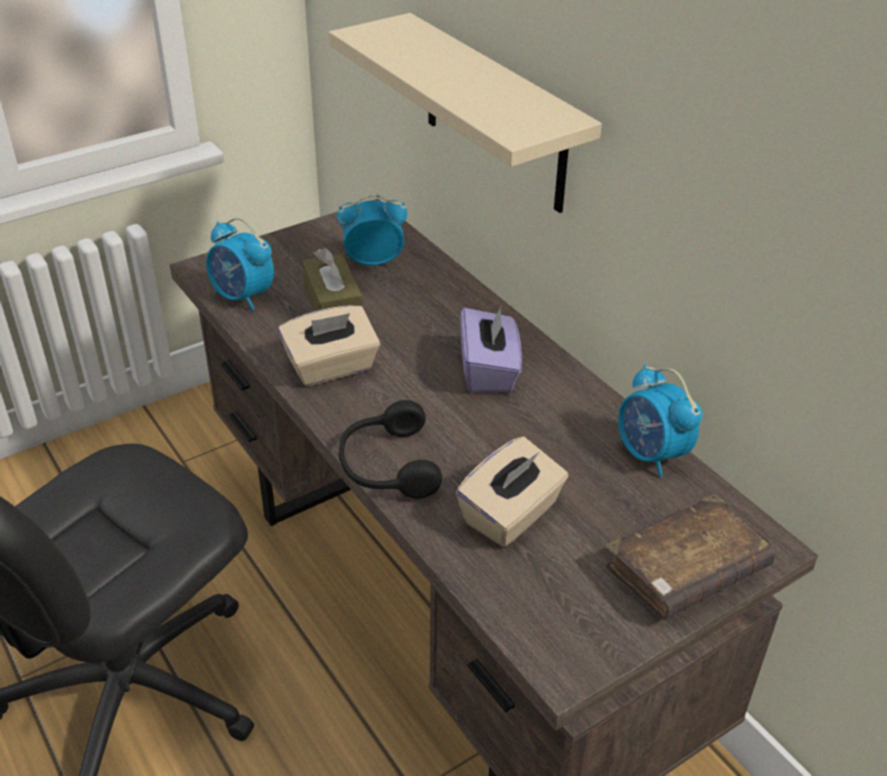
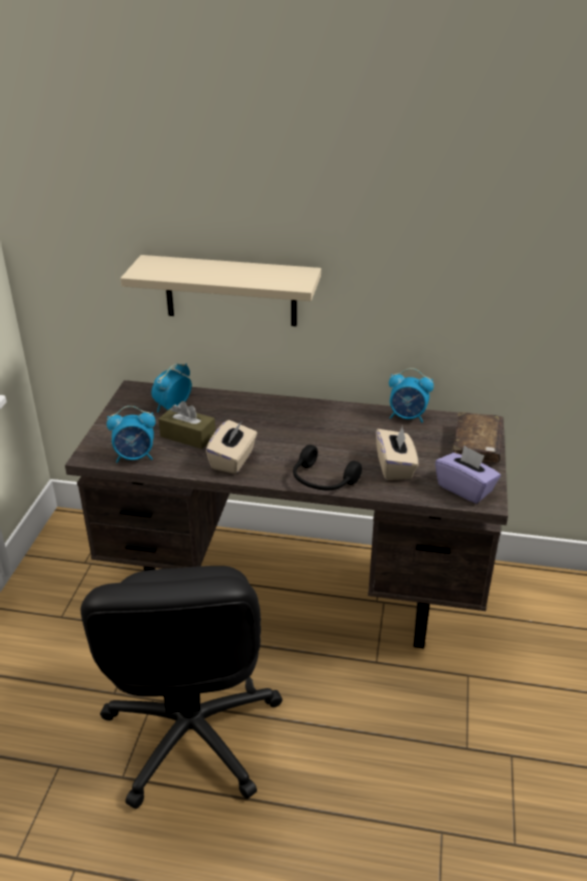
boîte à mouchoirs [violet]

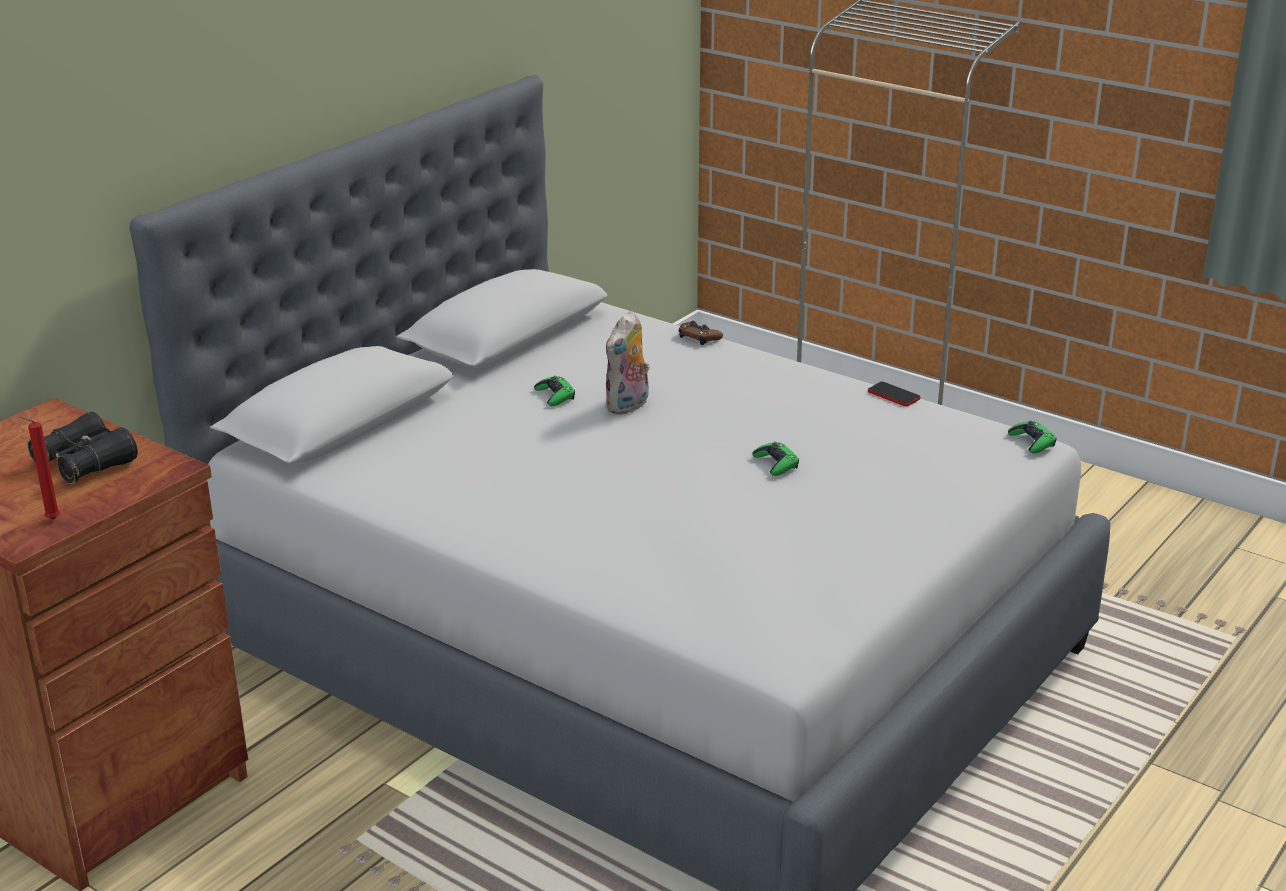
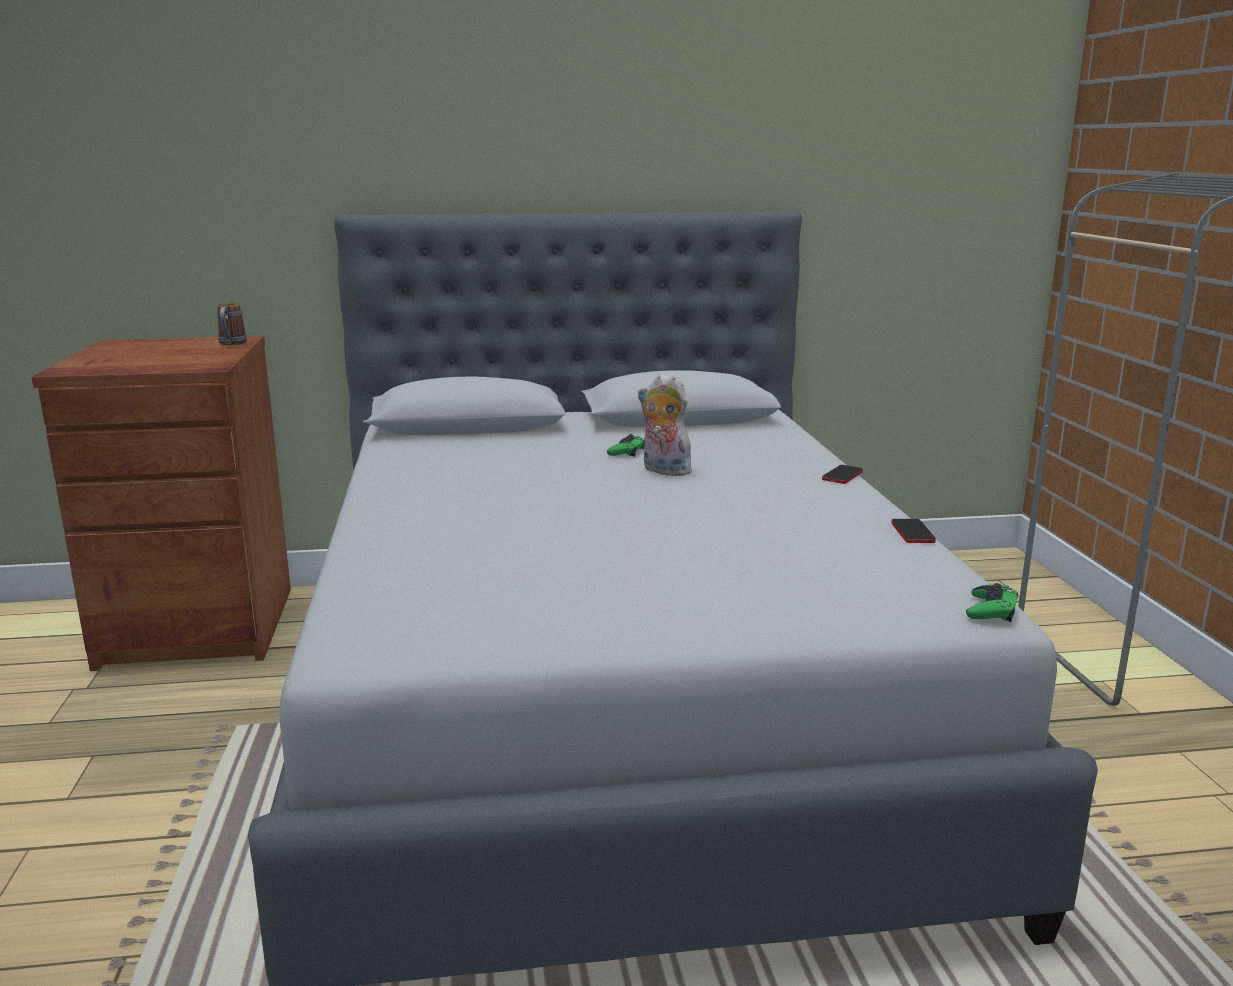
peluche; manette [marron]; jumelles [noir]; bougie [rouge]; manette [vert] (no. 2 from left in the first image); mug; téléphone (no. 1 from left)

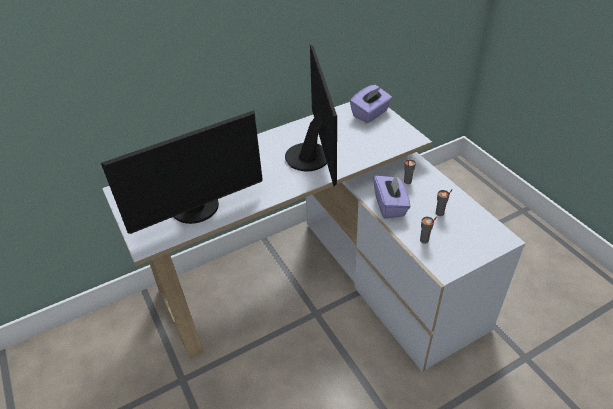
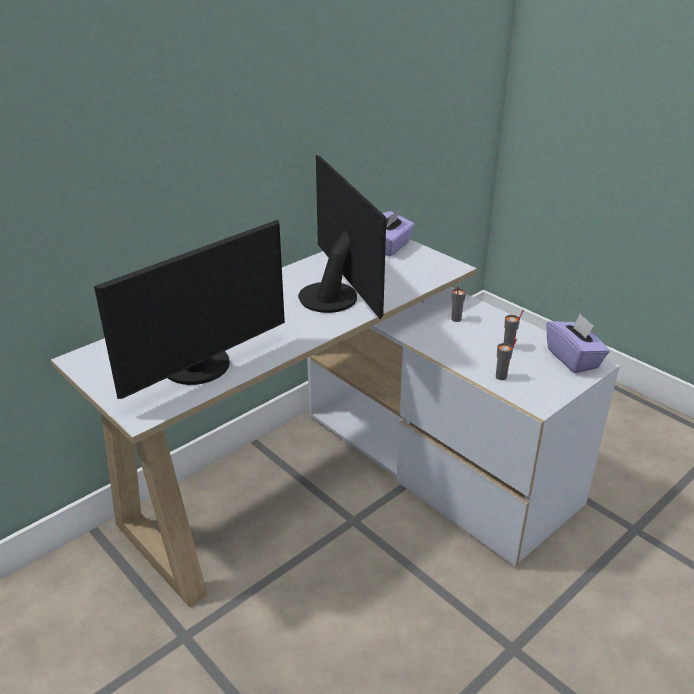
boîte à mouchoirs [violet] (no. 2 from left)

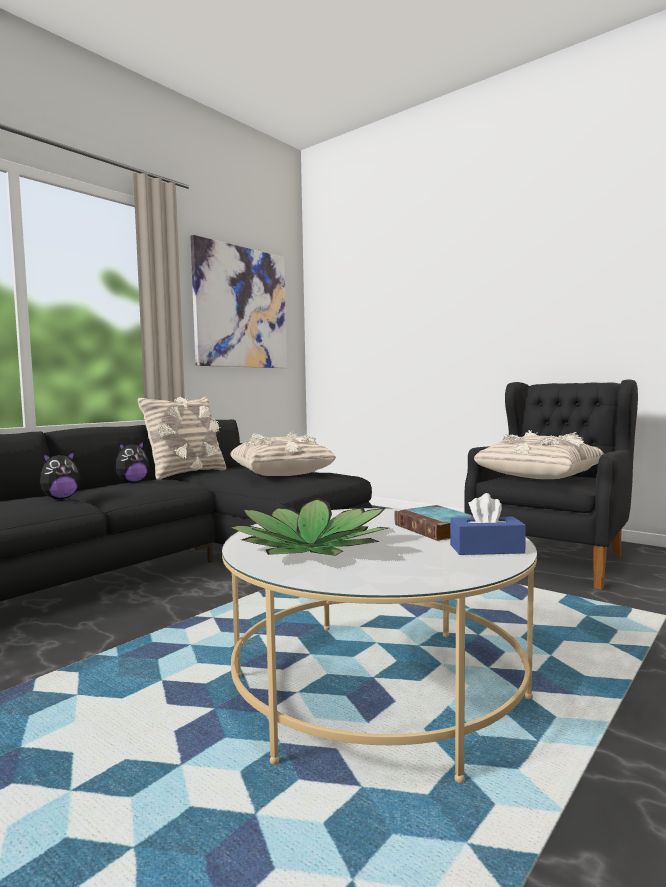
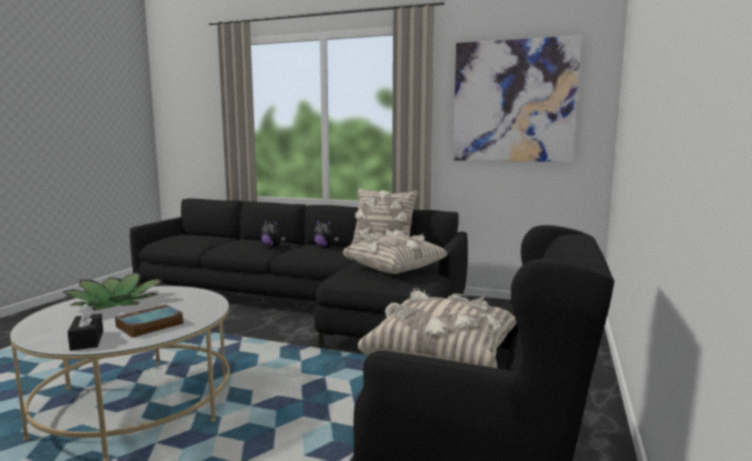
boîte à mouchoirs [noir]

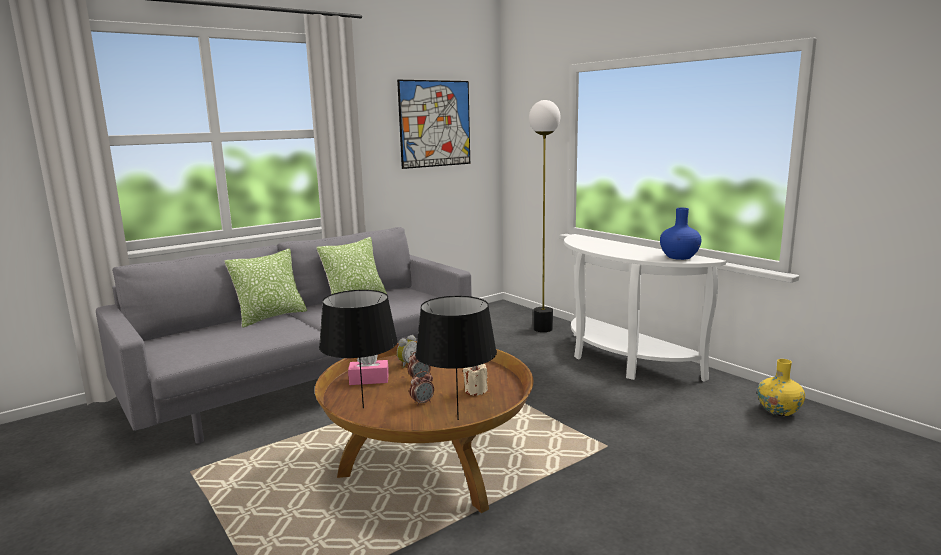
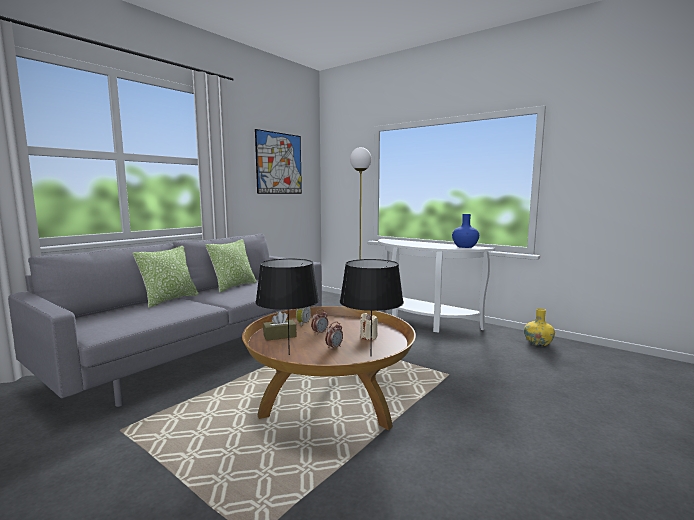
boîte à mouchoirs [marron]

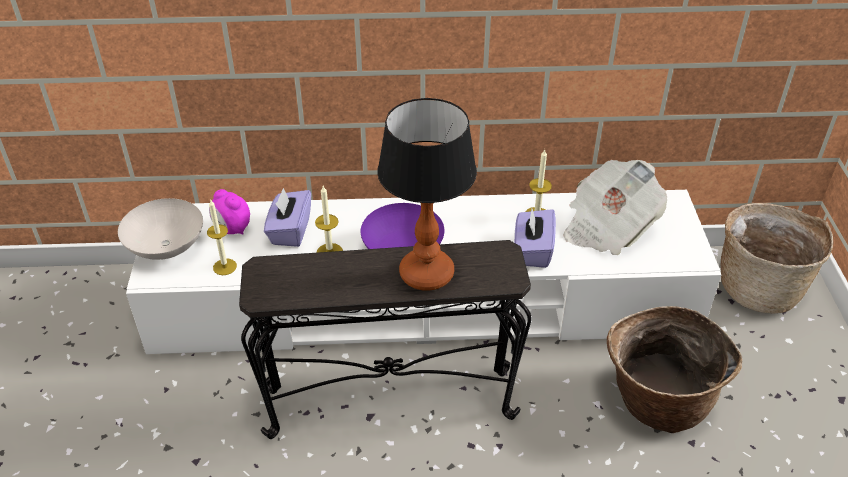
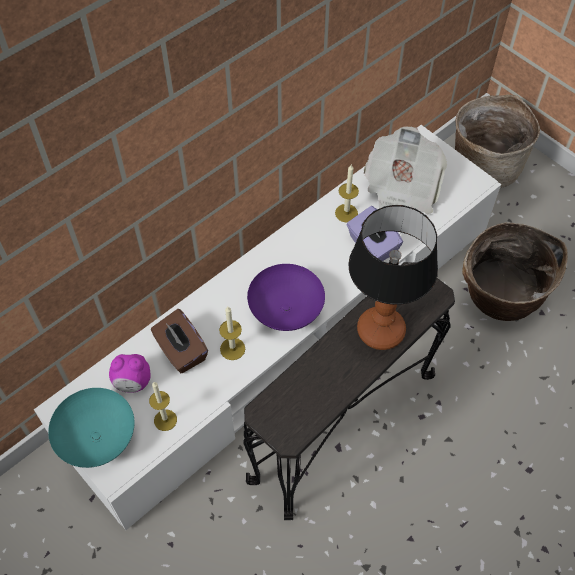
boîte à mouchoirs [marron]; bol [turquoise]

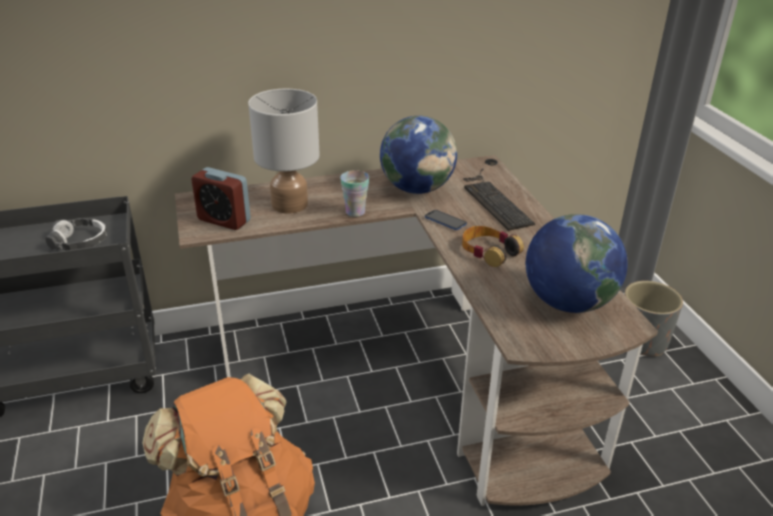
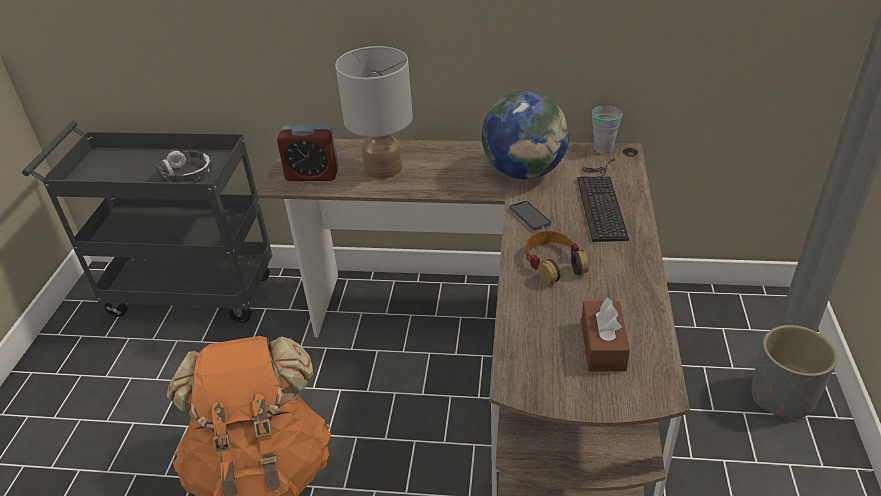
réveil; tasse; boîte à mouchoirs [marron]

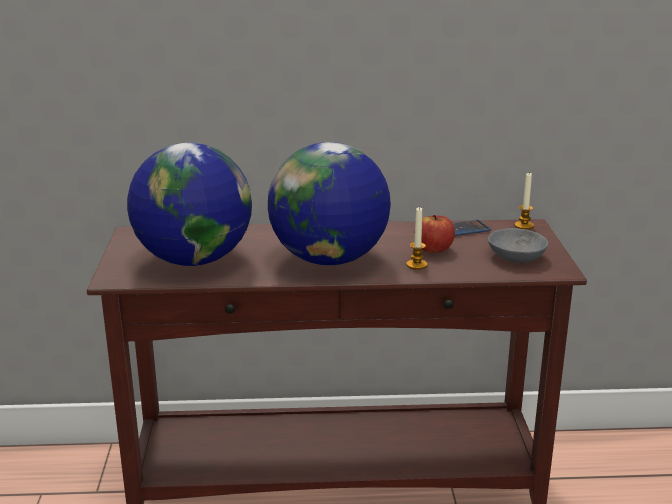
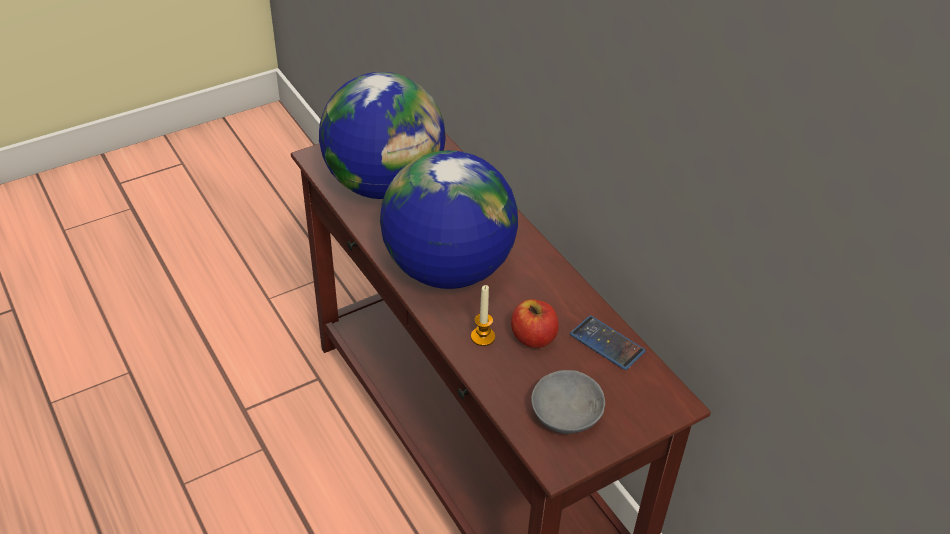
bougie (no. 2 from left in the first image)

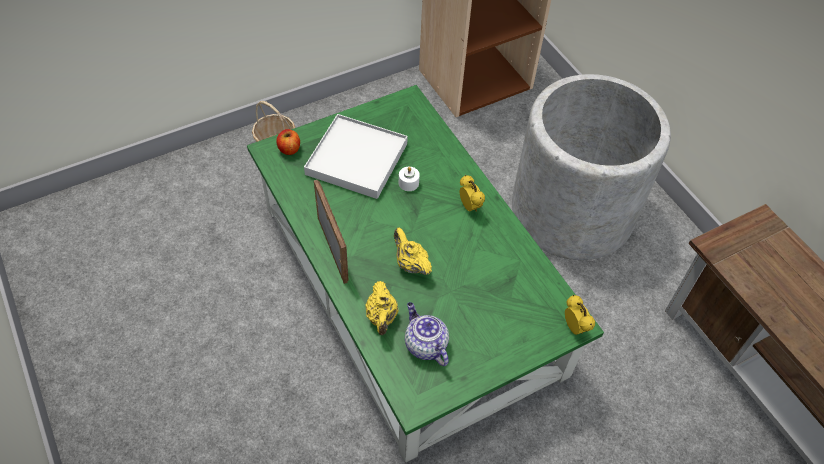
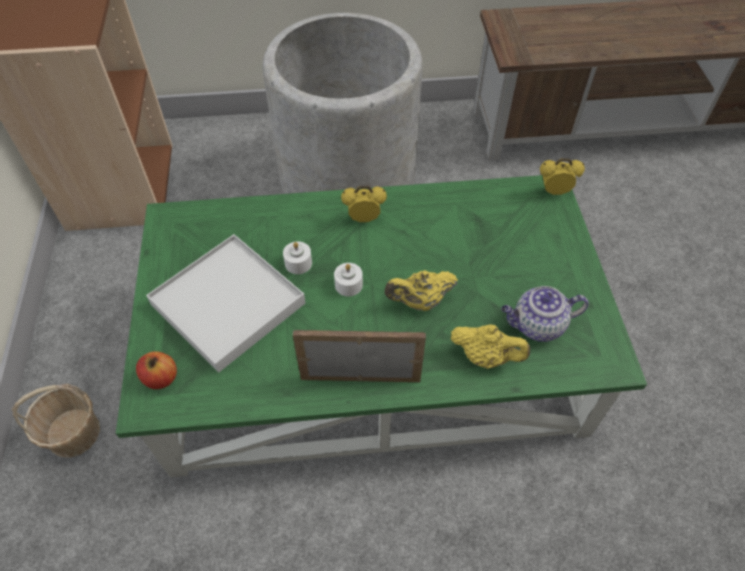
bougie [blanc] (no. 2 from left)

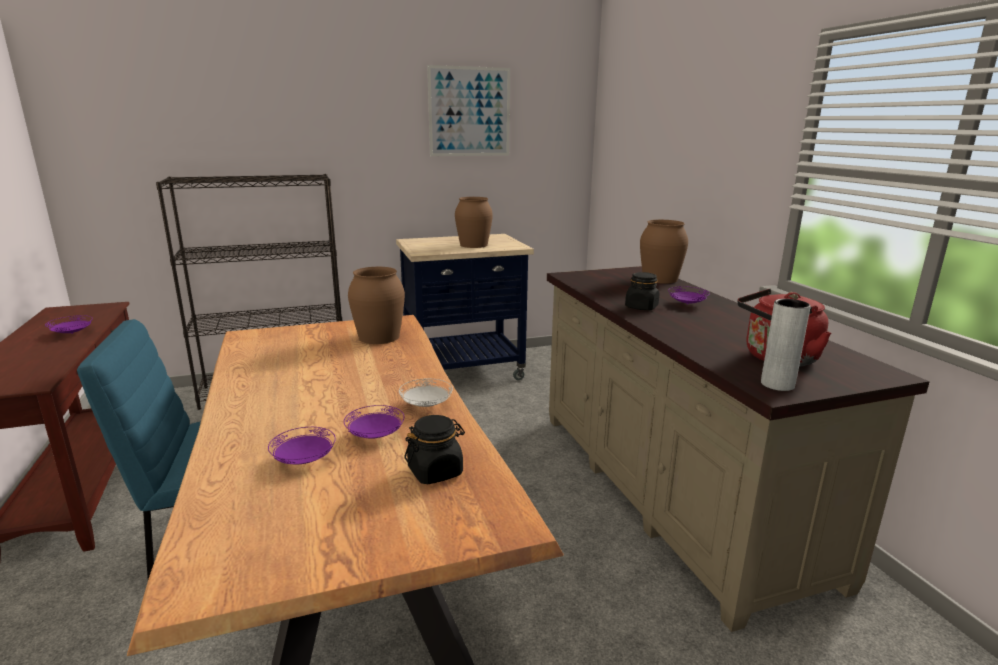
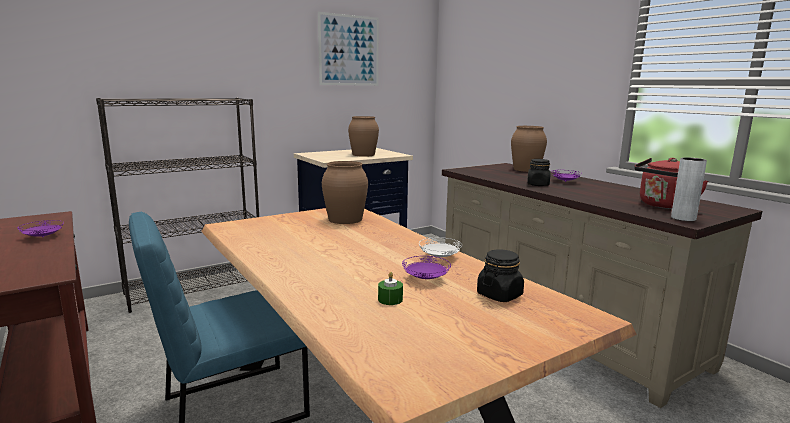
bougie [vert]

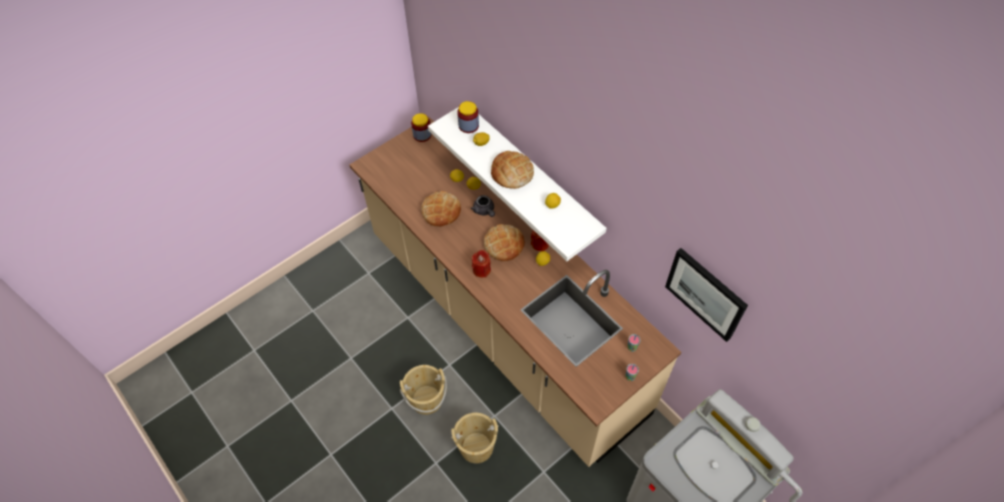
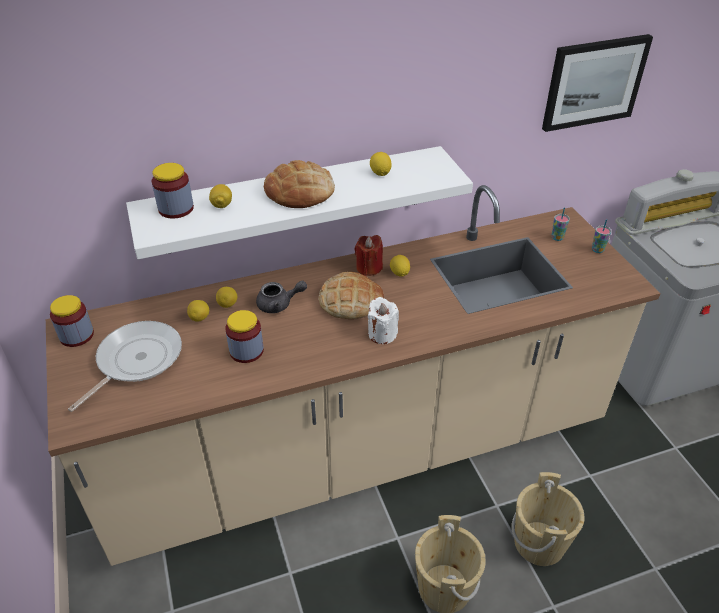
bocal (no. 3 from left); bougie [blanc]; poêle

